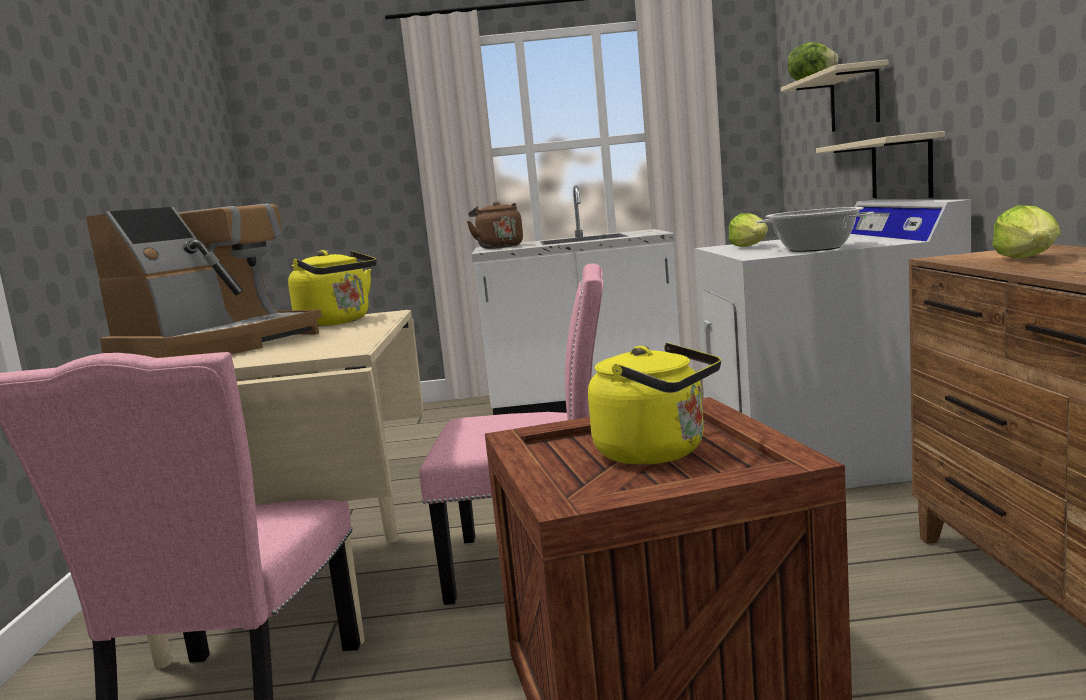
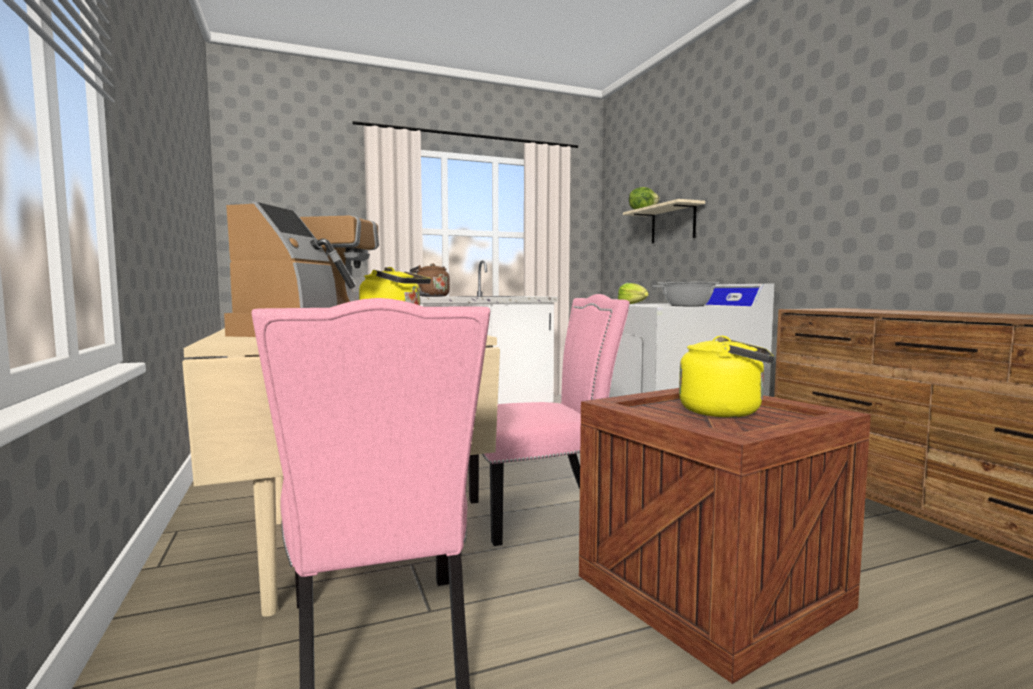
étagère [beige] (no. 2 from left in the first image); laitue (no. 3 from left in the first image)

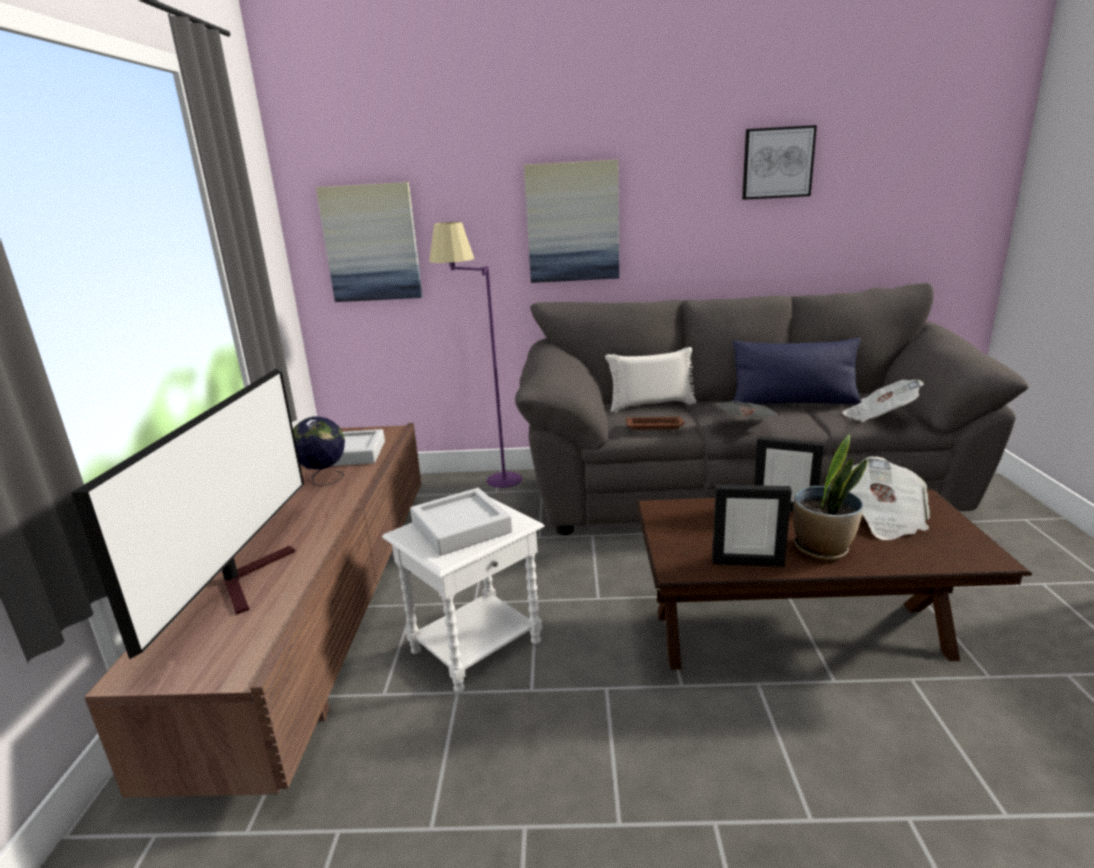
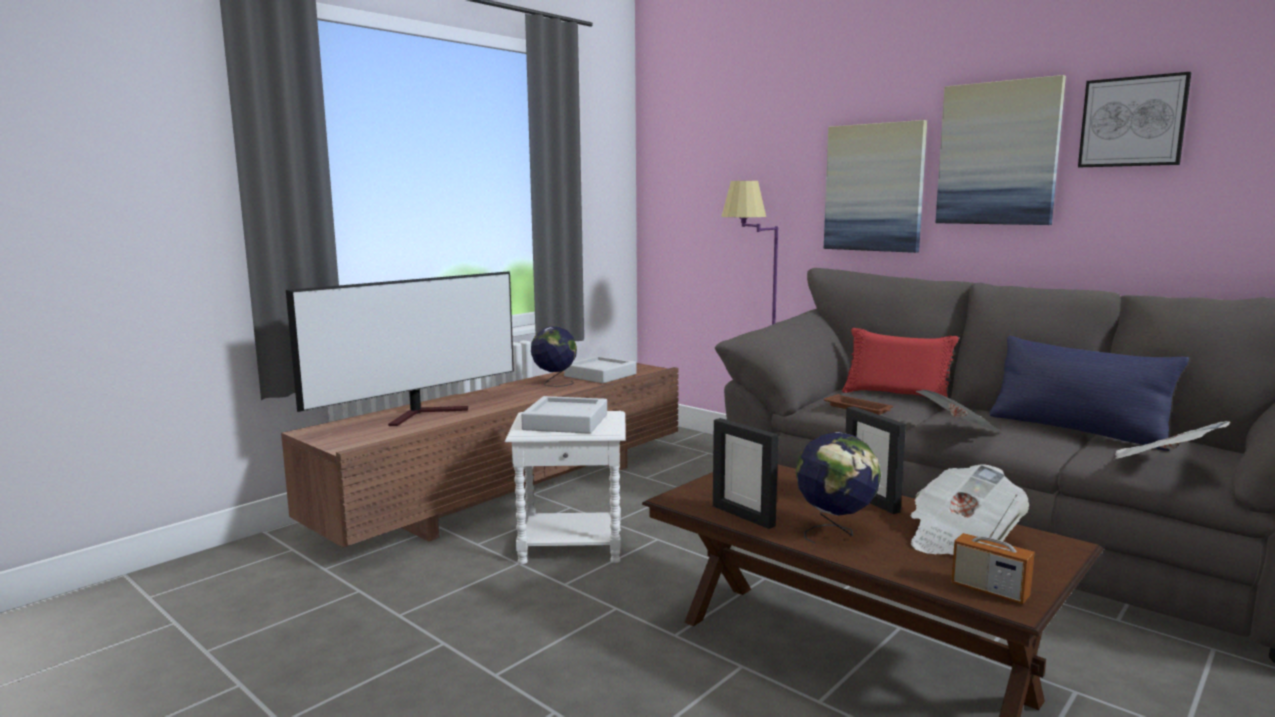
tableau (no. 2 from left); coussin [rouge]; globe (no. 2 from left); radio

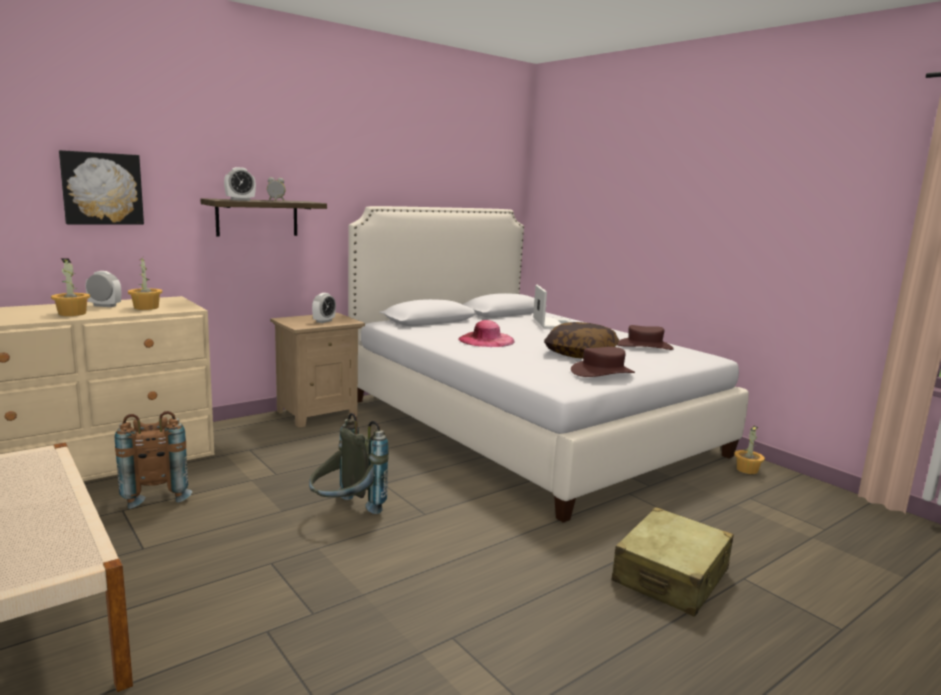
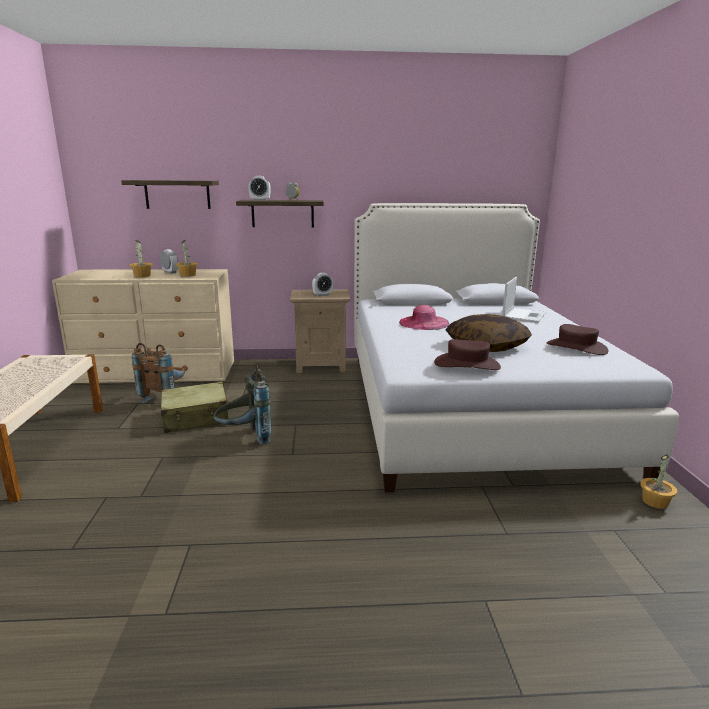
étagère (no. 1 from left); valise [beige]

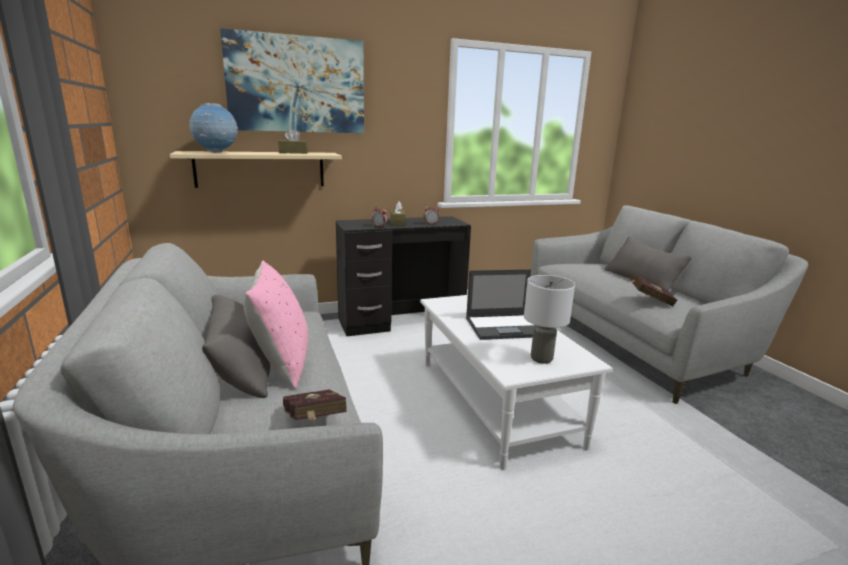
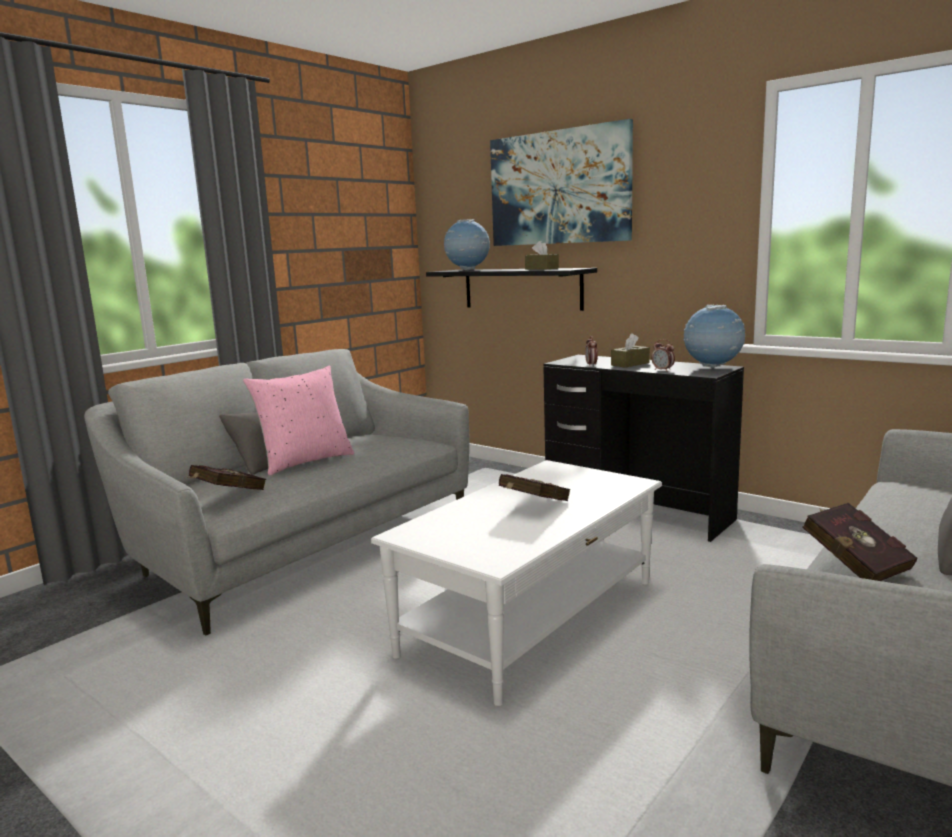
étagère [noir]; livre [rouge] (no. 2 from left); lampe de table [blanc]; globe (no. 2 from left)

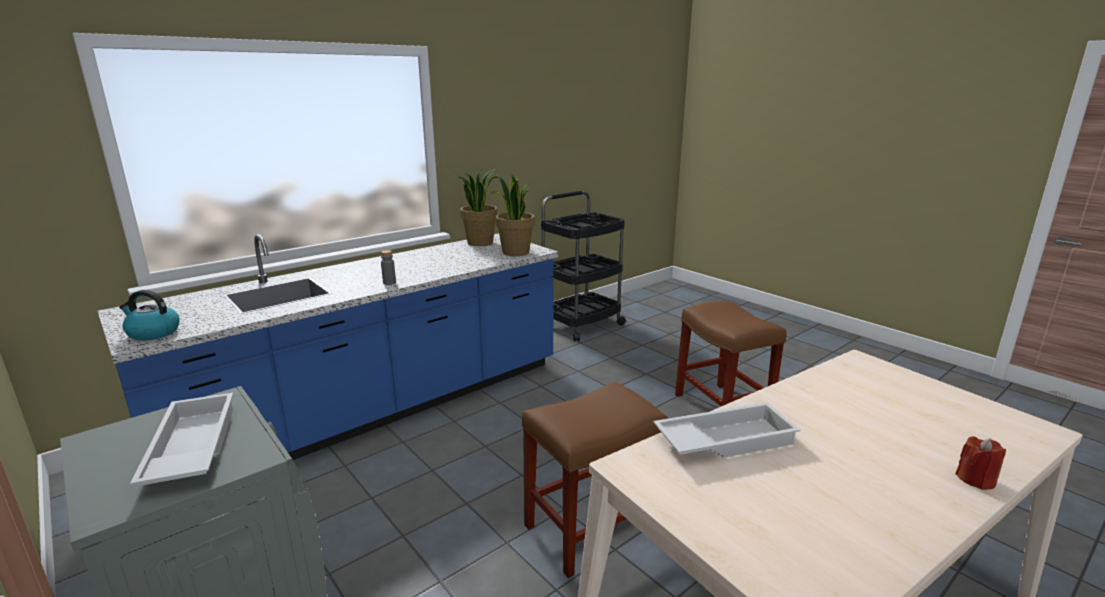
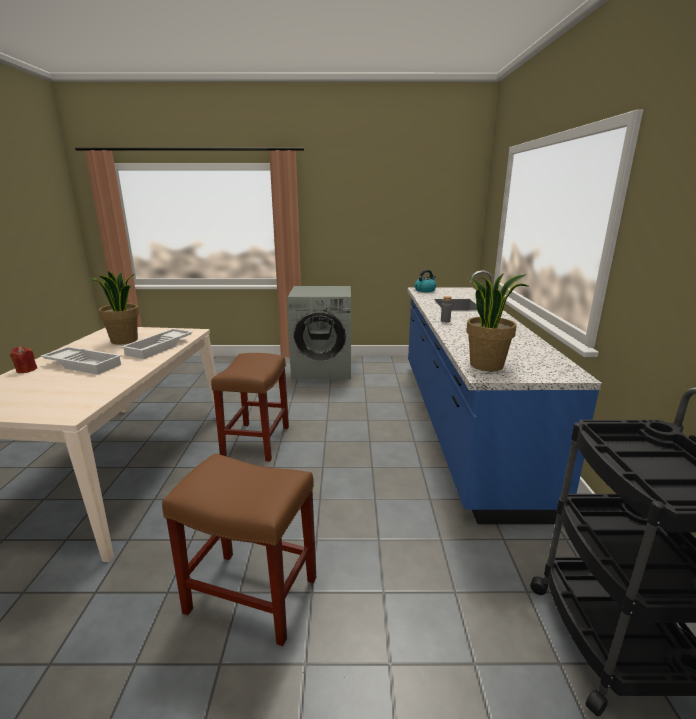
plante en pot (no. 1 from left); plateau [blanc] (no. 1 from left)

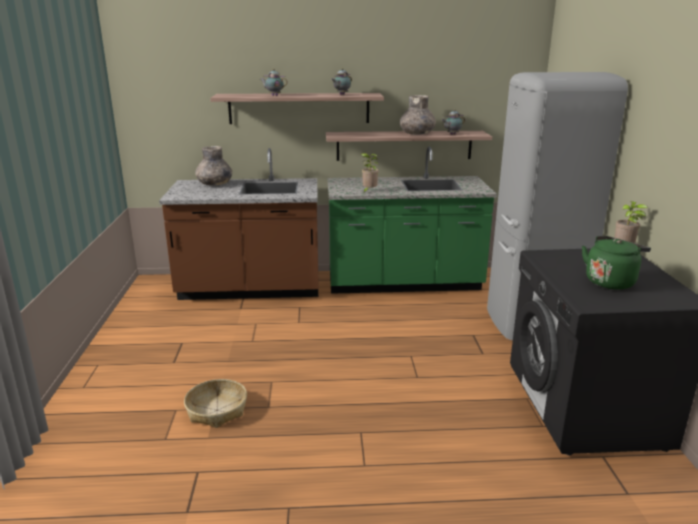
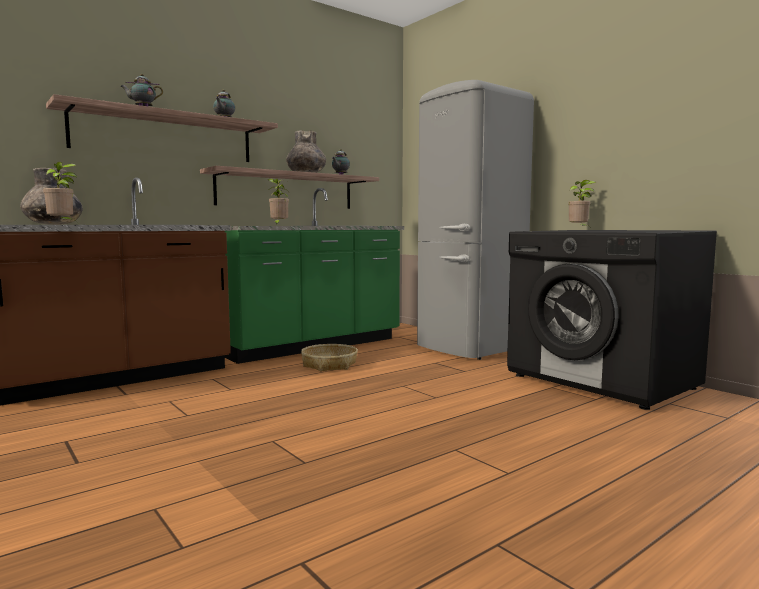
bouilloire [vert]; panier; plante en pot (no. 1 from left)

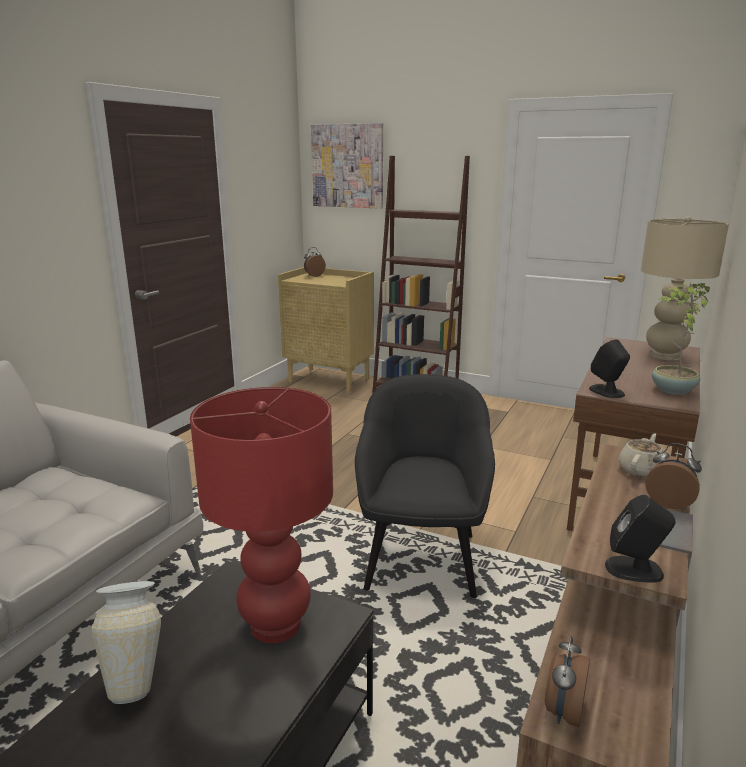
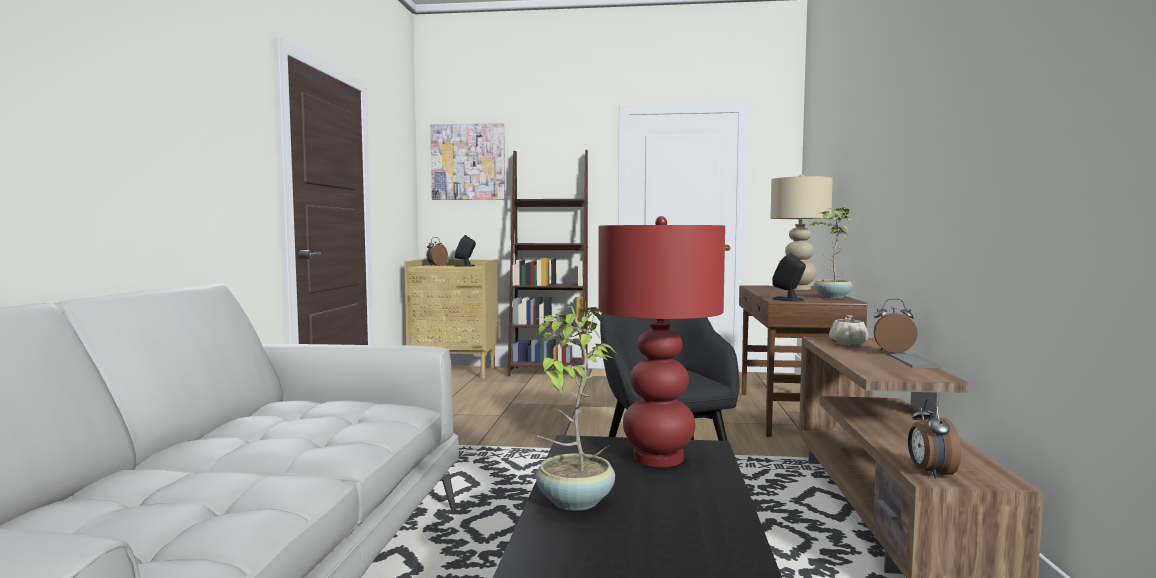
enceinte [noir] (no. 1 from left); plante en pot (no. 1 from left)

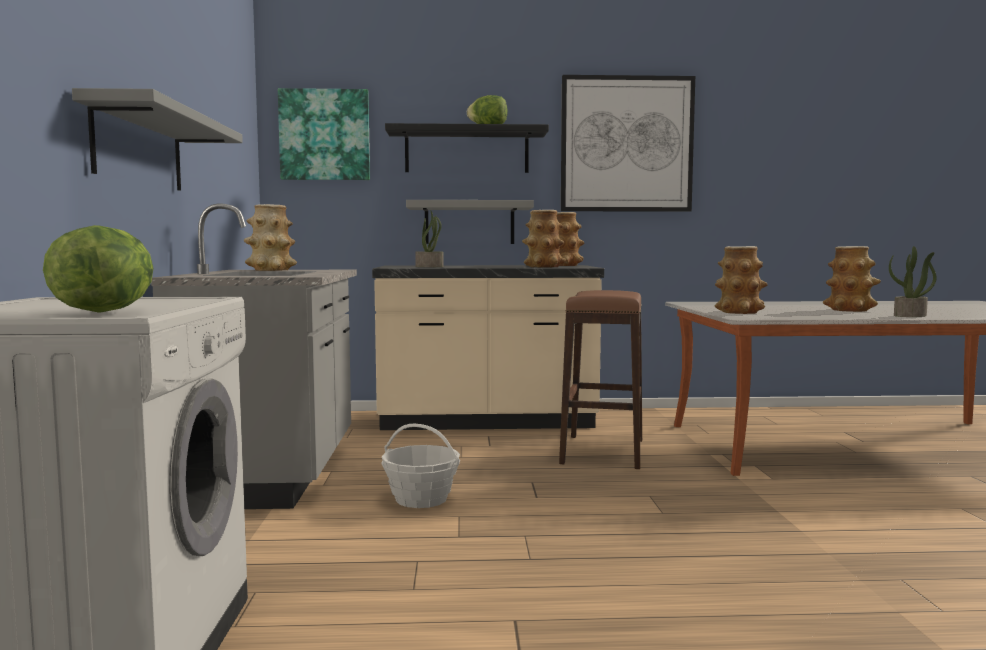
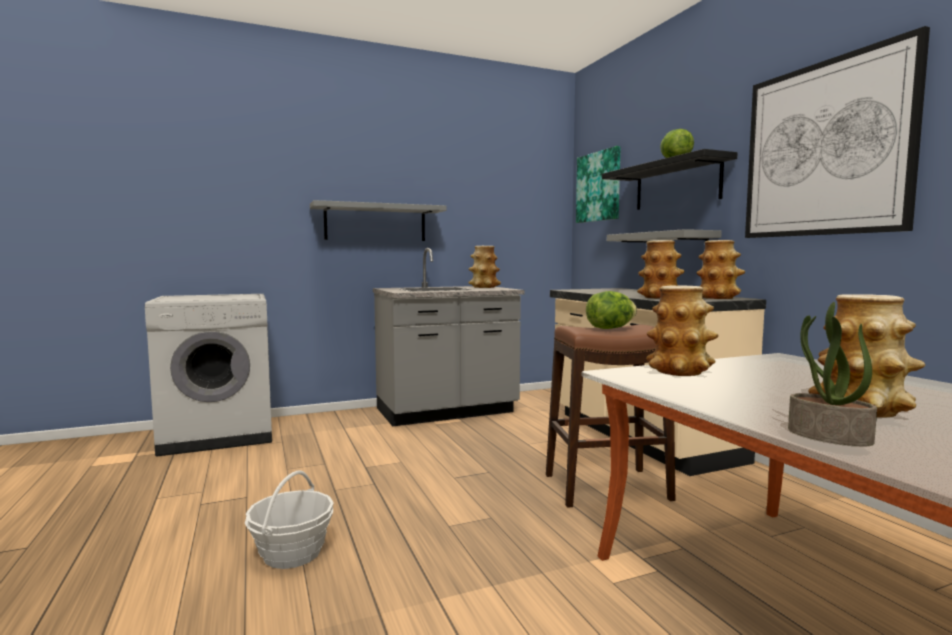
plante en pot (no. 1 from left in the first image); laitue (no. 1 from left); panier

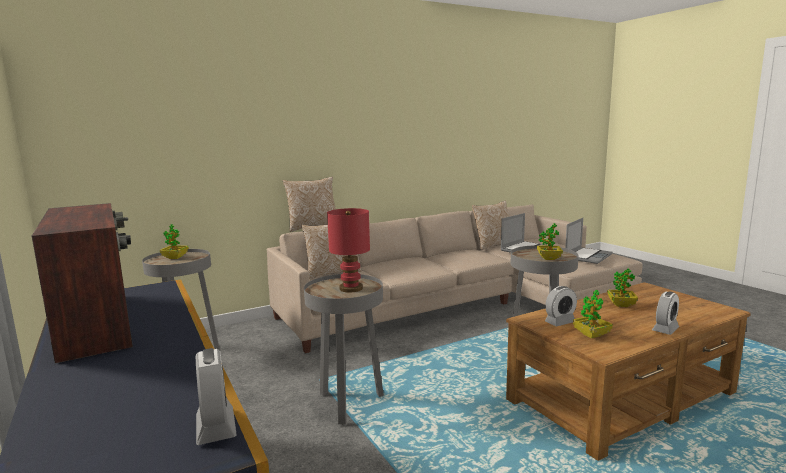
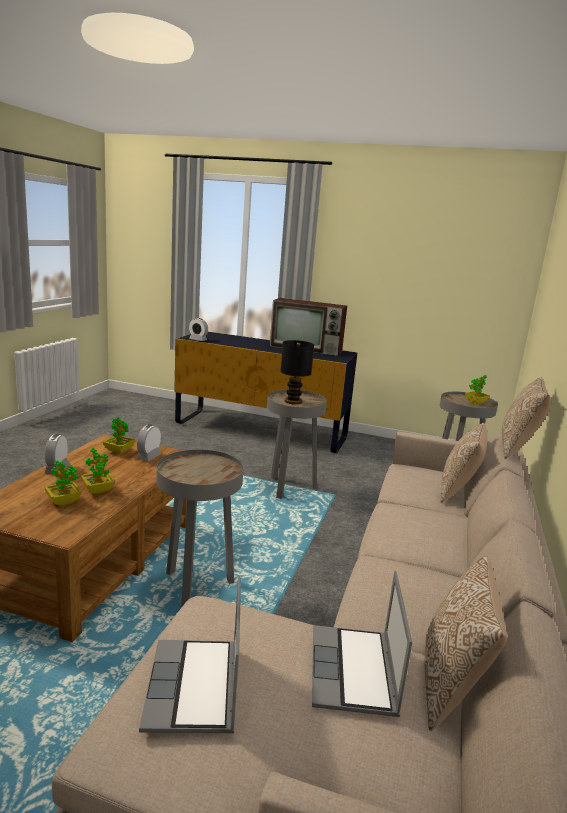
lampe de table [noir]; plante en pot (no. 1 from left)

